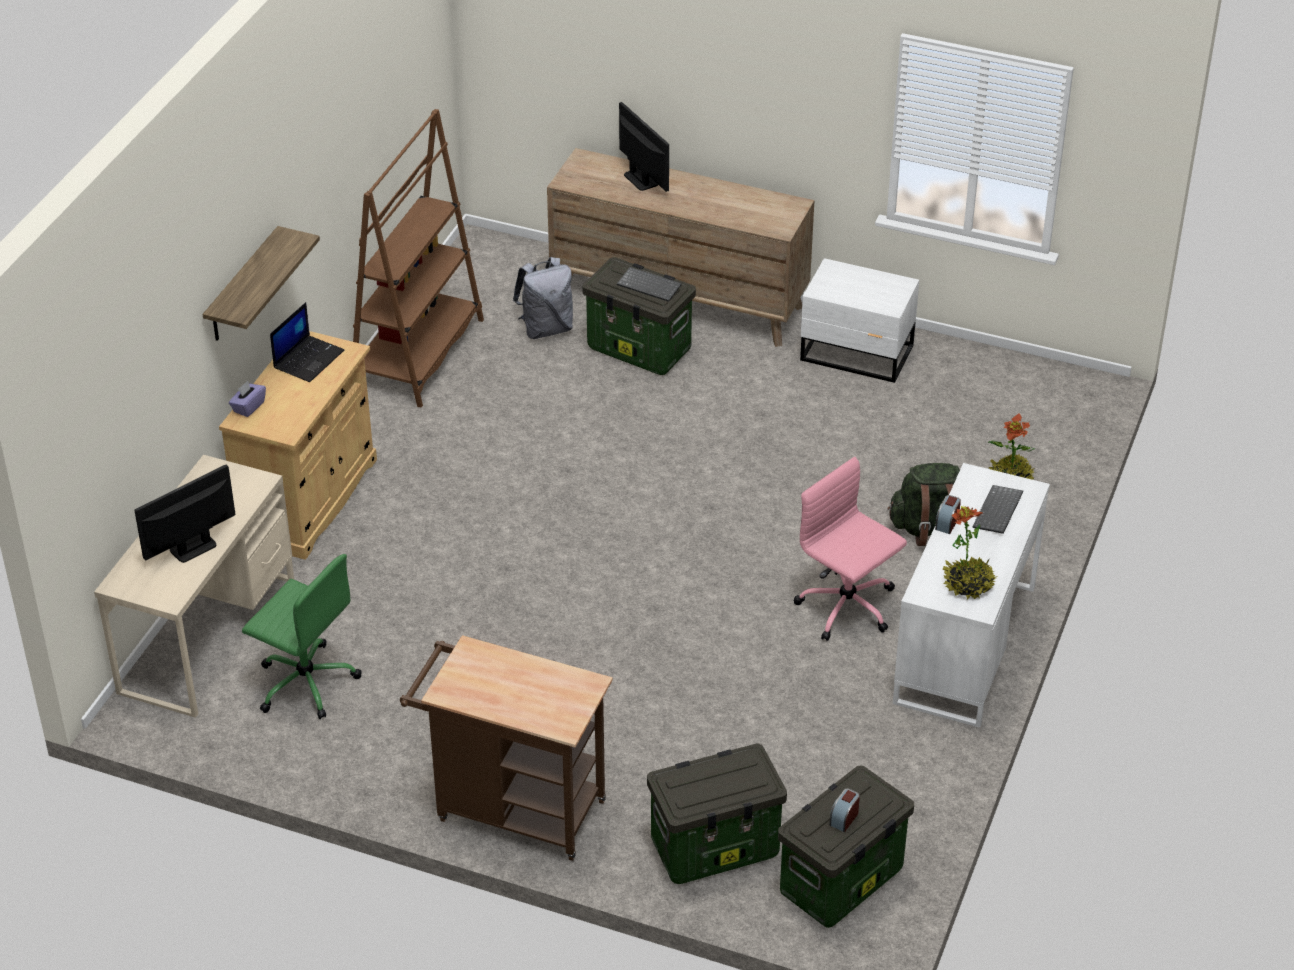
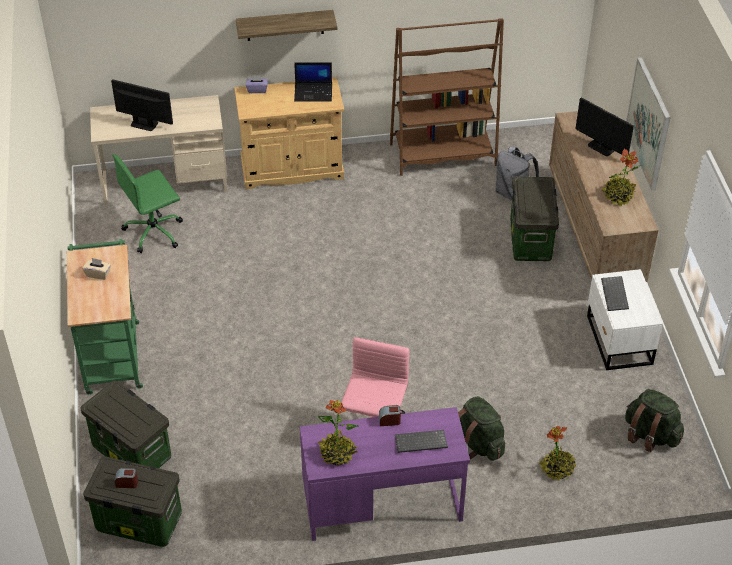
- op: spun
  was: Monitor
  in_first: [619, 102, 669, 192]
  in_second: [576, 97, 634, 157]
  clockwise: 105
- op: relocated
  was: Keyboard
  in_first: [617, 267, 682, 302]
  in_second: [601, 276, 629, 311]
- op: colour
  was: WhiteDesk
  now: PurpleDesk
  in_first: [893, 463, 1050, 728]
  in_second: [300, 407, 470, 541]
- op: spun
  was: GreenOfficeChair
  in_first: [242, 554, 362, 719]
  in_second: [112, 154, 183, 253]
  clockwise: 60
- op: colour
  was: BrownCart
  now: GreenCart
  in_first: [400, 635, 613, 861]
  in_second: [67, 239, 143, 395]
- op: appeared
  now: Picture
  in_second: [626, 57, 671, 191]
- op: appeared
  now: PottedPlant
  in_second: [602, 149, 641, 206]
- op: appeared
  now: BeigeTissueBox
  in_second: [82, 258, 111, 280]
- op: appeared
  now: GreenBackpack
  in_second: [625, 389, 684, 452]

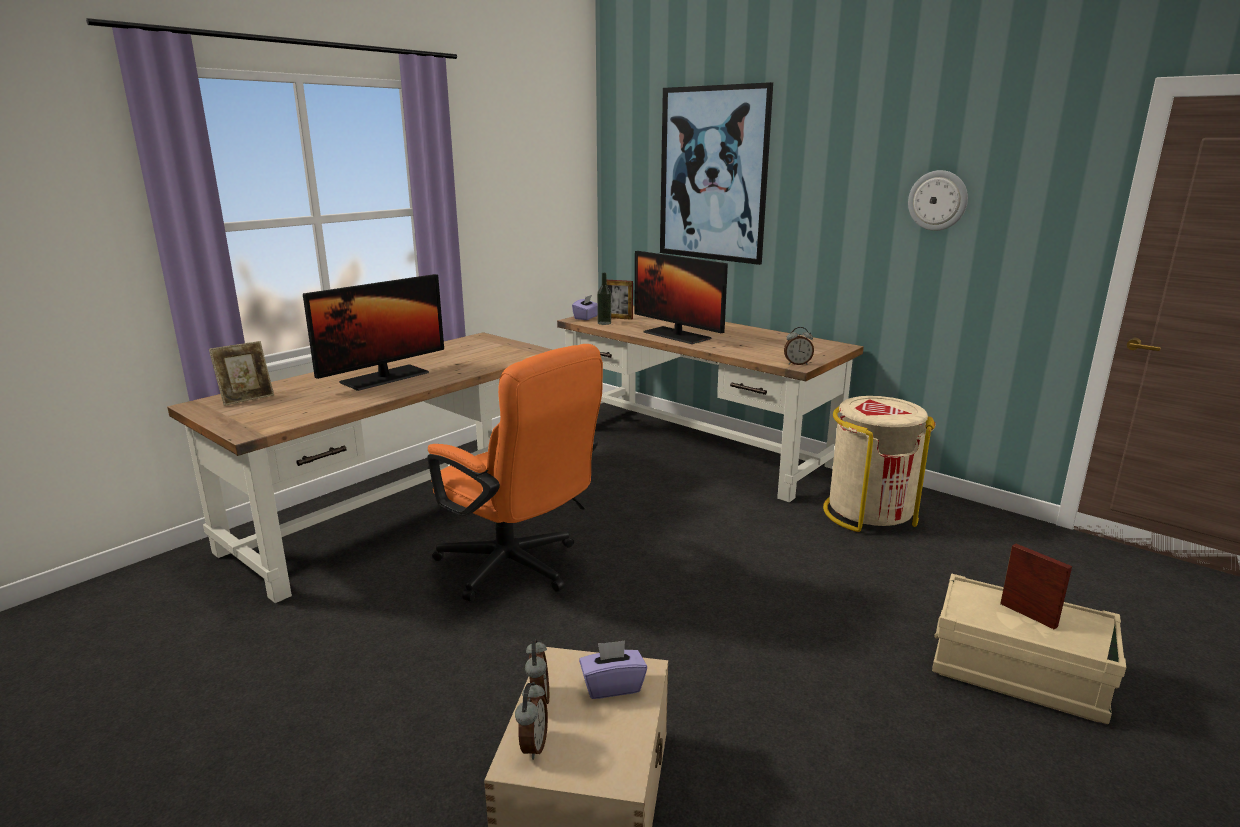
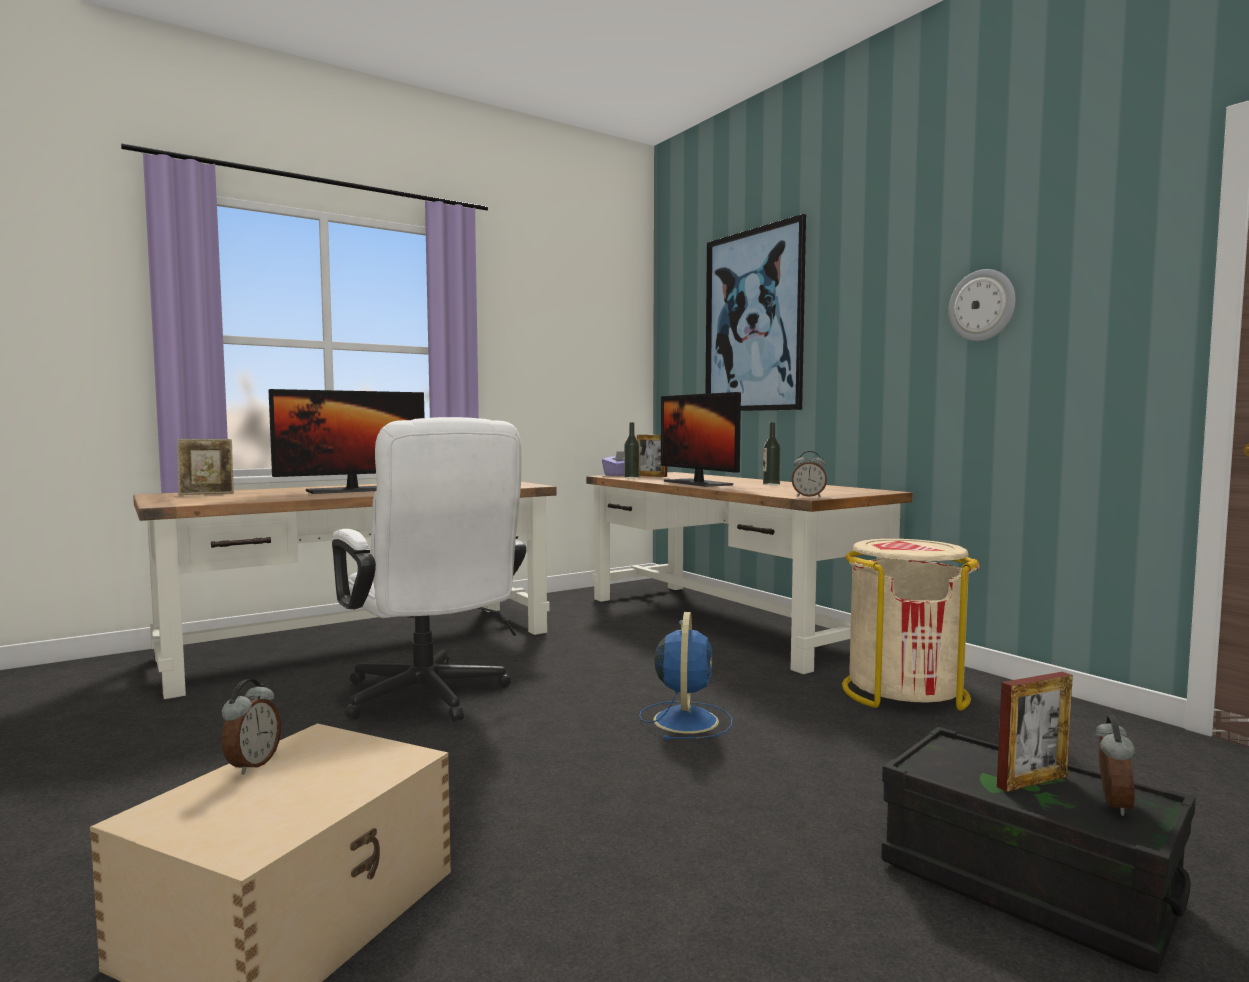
- op: colour
  was: OrangeOfficeChair
  now: WhiteOfficeChair
  in_first: [427, 344, 603, 602]
  in_second: [332, 417, 526, 722]
- op: spun
  was: PictureFrame
  in_first: [1000, 544, 1072, 630]
  in_second: [997, 672, 1073, 792]
  clockwise: 90
- op: colour
  was: BeigeStorageBox
  now: BlackStorageBox
  in_first: [932, 574, 1126, 724]
  in_second: [881, 727, 1196, 974]
- op: missing
  was: PurpleTissueBox
  in_first: [579, 640, 647, 699]
- op: relocated
  was: AlarmClock
  in_first: [515, 682, 548, 760]
  in_second: [1094, 716, 1135, 816]
- op: appeared
  now: Bottle
  in_second: [763, 422, 781, 485]
- op: appeared
  now: BlueFan
  in_second: [639, 612, 732, 740]

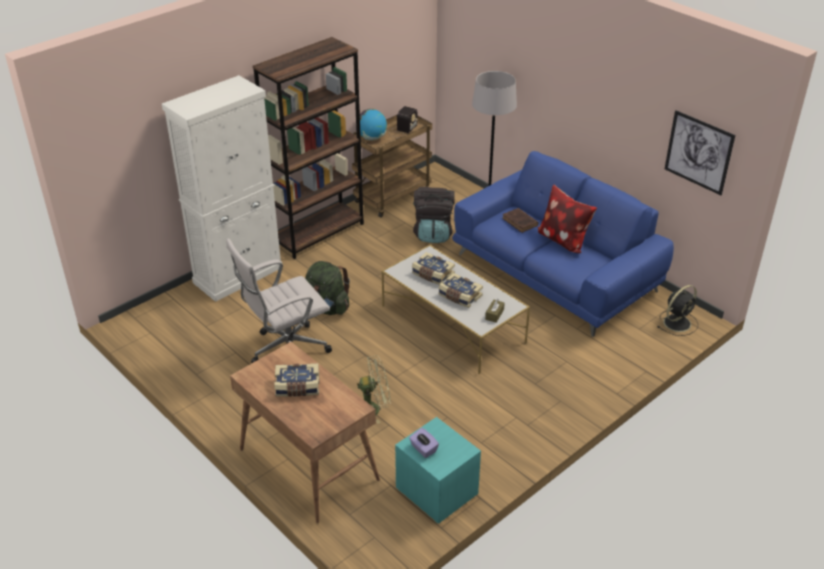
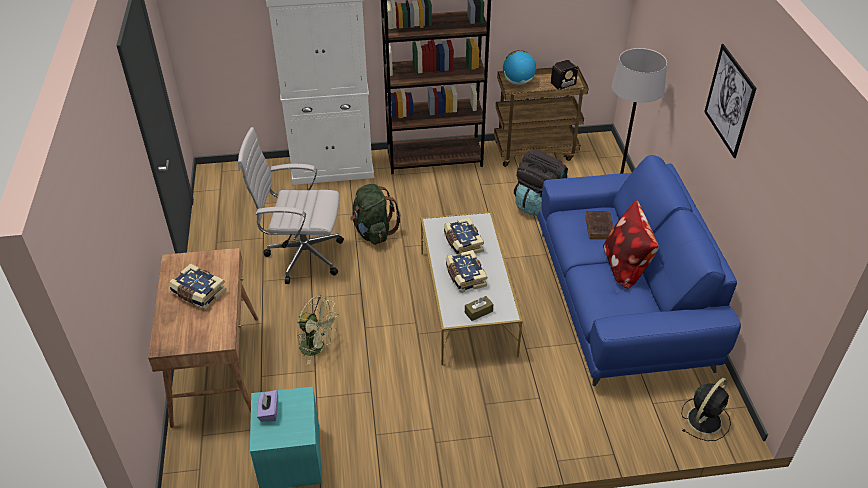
- op: relocated
  was: Picture
  in_first: [665, 110, 735, 195]
  in_second: [704, 44, 757, 158]
- op: spun
  was: BlackFan
  in_first: [658, 285, 698, 336]
  in_second: [682, 378, 731, 441]
  clockwise: -45

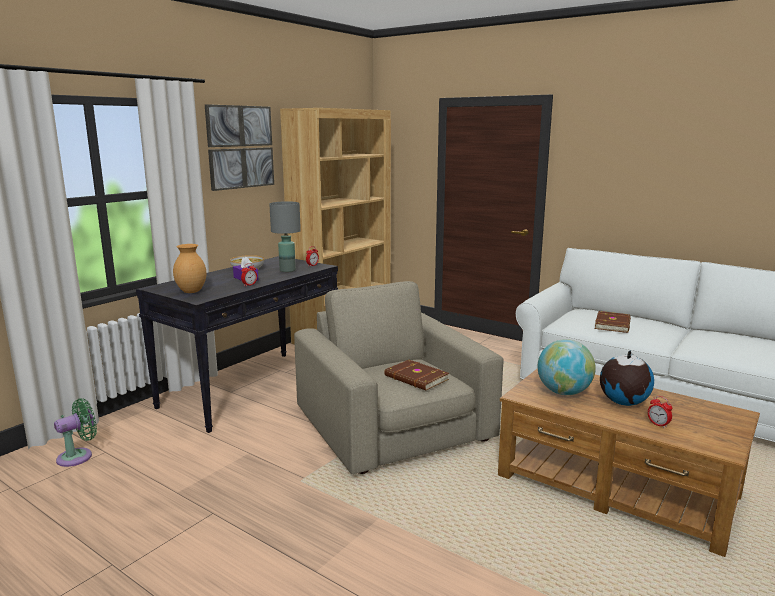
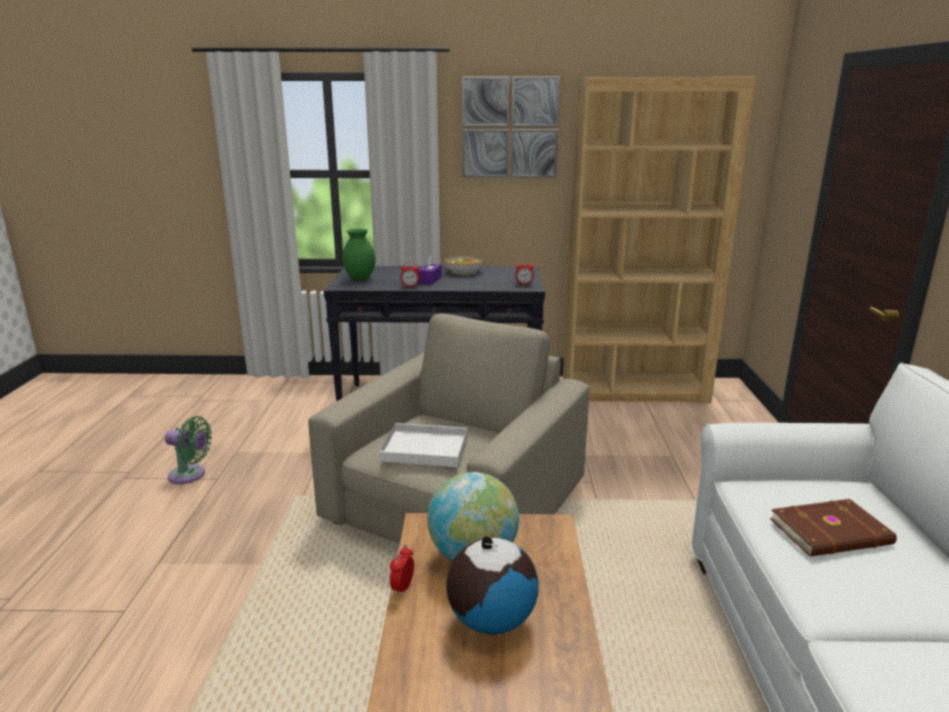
- op: missing
  was: GreyTableLamp
  in_first: [269, 201, 301, 272]
- op: colour
  was: BrownVase
  now: GreenVase
  in_first: [173, 244, 206, 293]
  in_second: [342, 229, 376, 280]
- op: exchanged
  was: BrownBook
  now: WhiteTray
  in_first: [384, 360, 449, 391]
  in_second: [379, 423, 468, 467]
- op: relocated
  was: AlarmClock
  in_first: [648, 396, 672, 428]
  in_second: [390, 545, 414, 596]
- op: relocated
  was: GreenFan
  in_first: [54, 398, 97, 467]
  in_second: [165, 416, 212, 484]

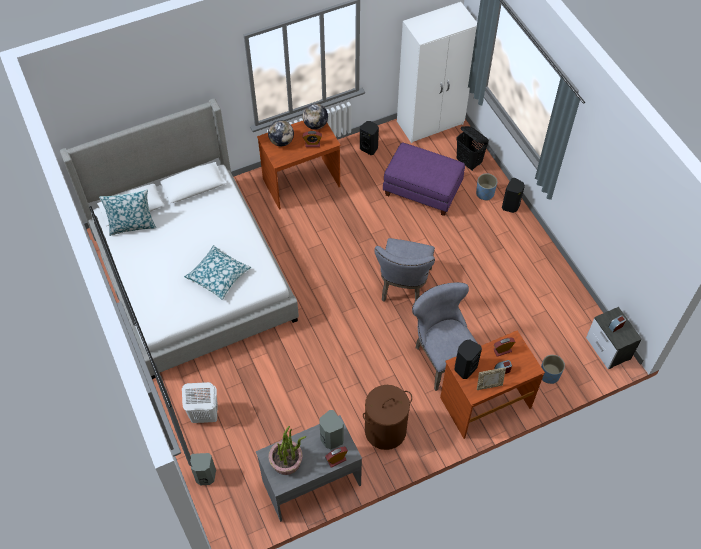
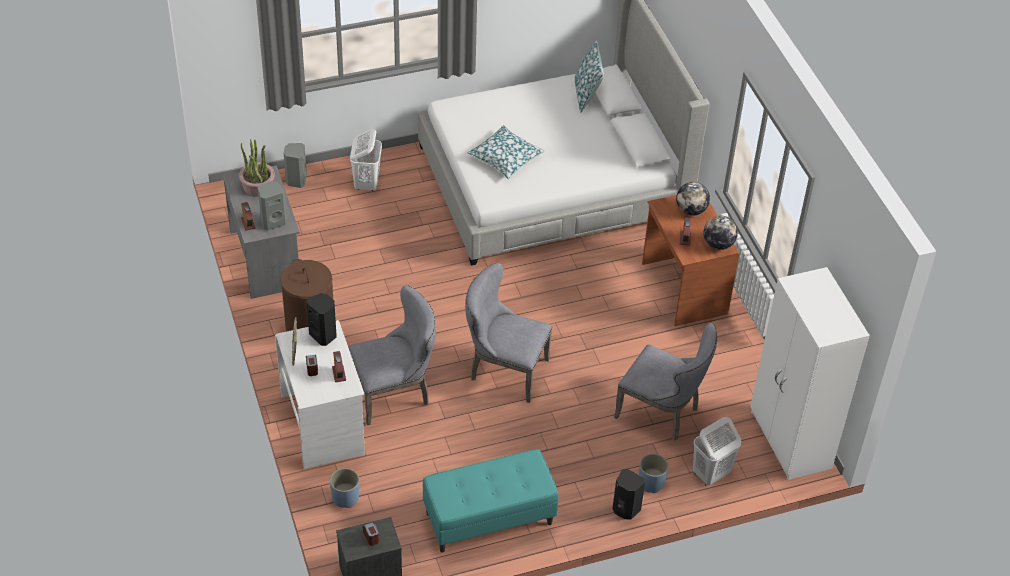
- op: missing
  was: BlackSpeaker
  in_first: [360, 121, 379, 155]
- op: colour
  was: BlackLaundryBasket
  now: WhiteLaundryBasket
  in_first: [456, 126, 489, 171]
  in_second: [693, 417, 741, 486]
- op: exchanged
  was: PurpleOttoman
  now: GreyChair
  in_first: [383, 143, 465, 216]
  in_second: [614, 323, 717, 441]
- op: colour
  was: BrownDesk
  now: WhiteDesk
  in_first: [440, 330, 545, 439]
  in_second: [275, 320, 365, 469]
- op: appeared
  now: TurquoiseBench
  in_second: [423, 449, 559, 553]

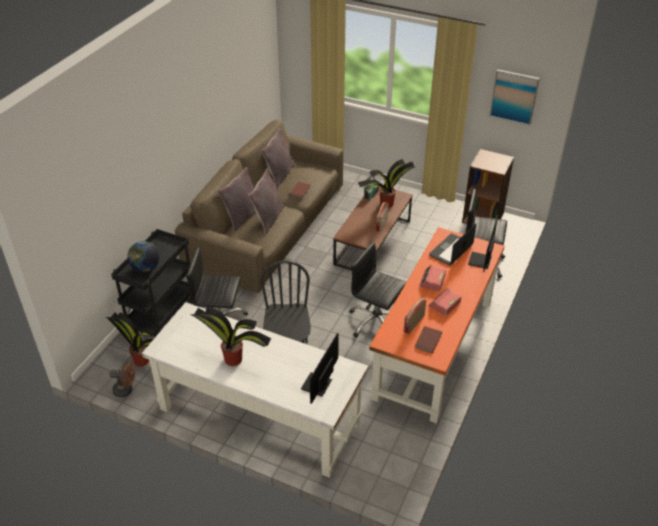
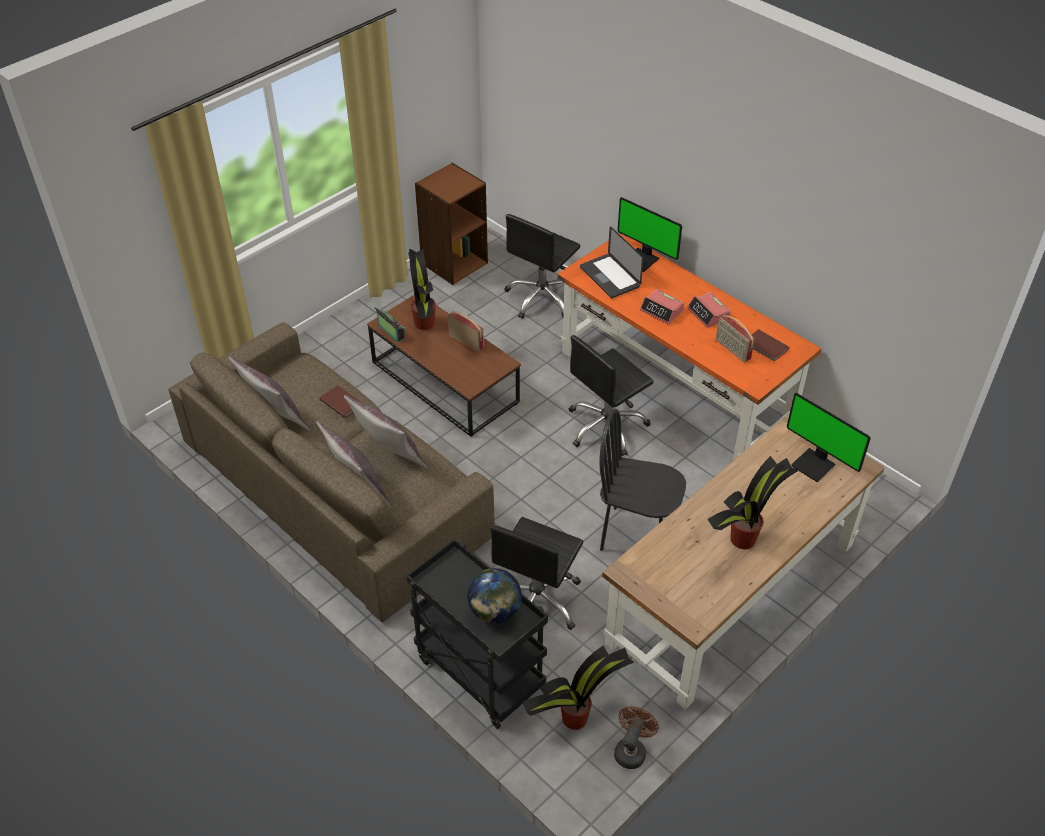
- op: missing
  was: Picture
  in_first: [489, 69, 540, 126]
- op: colour
  was: WhiteDesk
  now: BrownDesk
  in_first: [142, 303, 368, 478]
  in_second: [602, 413, 885, 710]

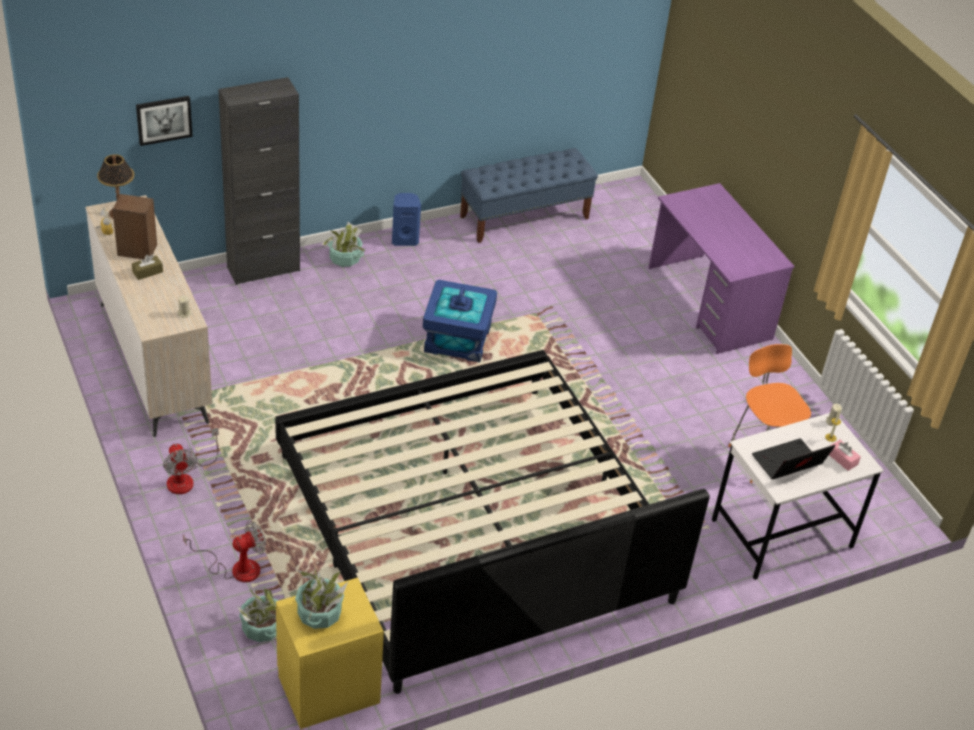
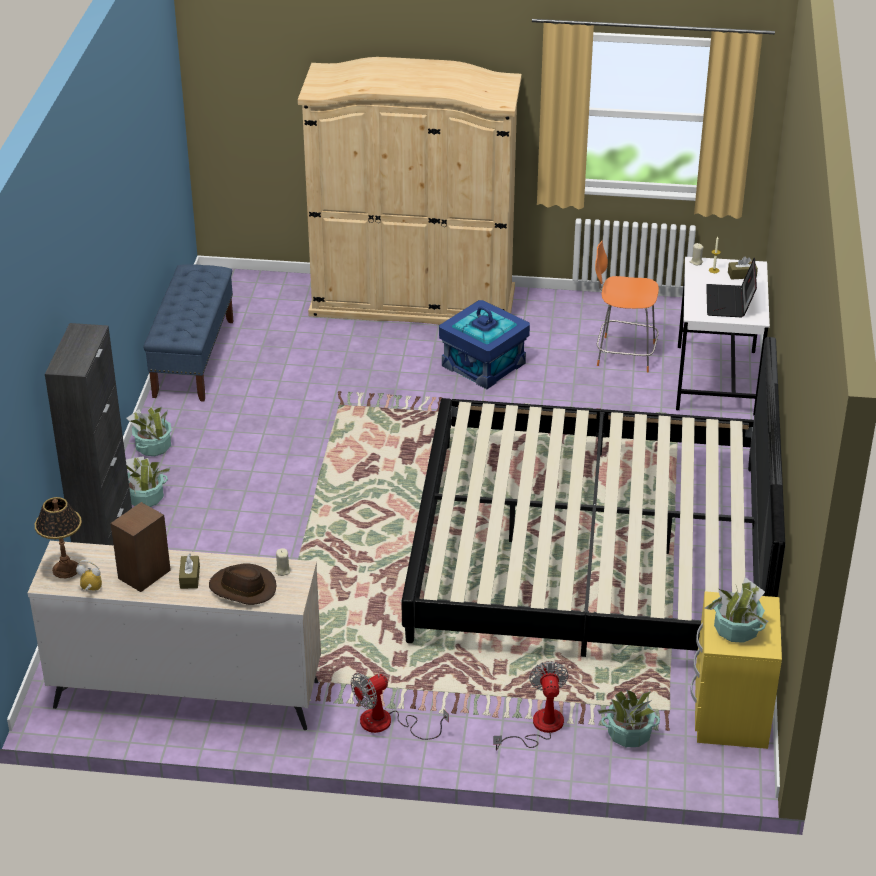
- op: missing
  was: Picture
  in_first: [136, 96, 193, 146]
- op: exchanged
  was: PurpleDesk
  now: BeigeWardrobe
  in_first: [648, 183, 795, 354]
  in_second: [298, 57, 522, 325]
- op: exchanged
  was: BlueSpeaker
  now: PottedPlant
  in_first: [392, 193, 421, 246]
  in_second: [126, 406, 172, 456]
- op: relocated
  was: BlueStorageBox
  in_first: [423, 280, 497, 362]
  in_second: [439, 300, 530, 389]
- op: spun
  was: Fan
  in_first: [163, 428, 219, 494]
  in_second: [351, 673, 449, 740]
  clockwise: 135
- op: colour
  was: PinkTissueBox
  now: BrownTissueBox
  in_first: [829, 440, 861, 471]
  in_second: [728, 256, 758, 280]
- op: appeared
  now: BrownHat
  in_second: [209, 564, 276, 605]

